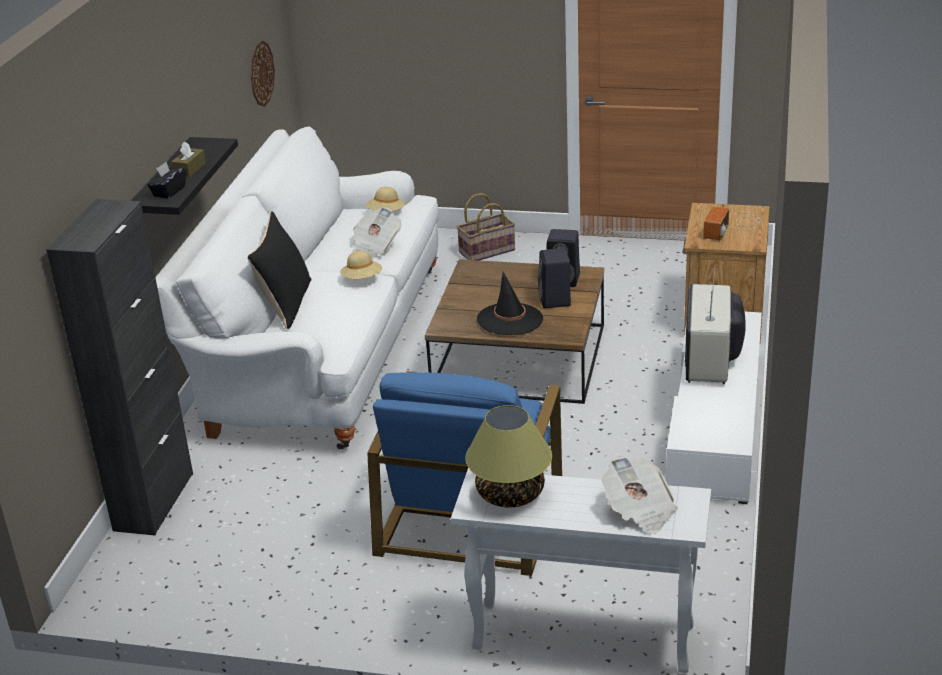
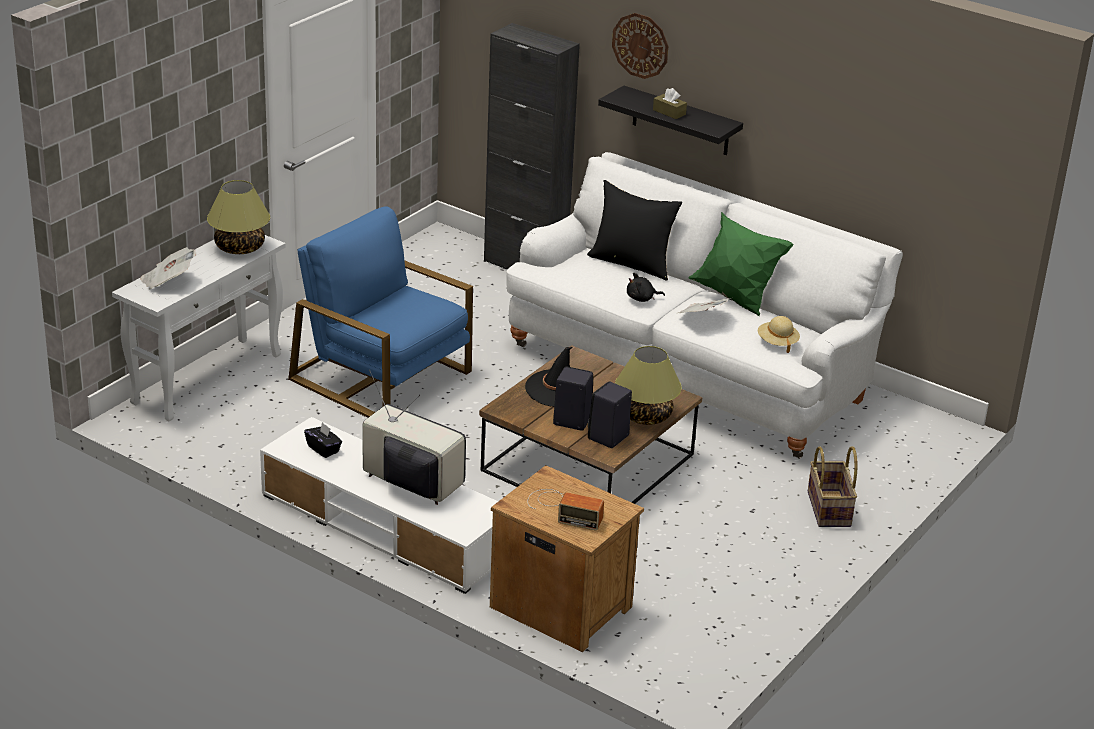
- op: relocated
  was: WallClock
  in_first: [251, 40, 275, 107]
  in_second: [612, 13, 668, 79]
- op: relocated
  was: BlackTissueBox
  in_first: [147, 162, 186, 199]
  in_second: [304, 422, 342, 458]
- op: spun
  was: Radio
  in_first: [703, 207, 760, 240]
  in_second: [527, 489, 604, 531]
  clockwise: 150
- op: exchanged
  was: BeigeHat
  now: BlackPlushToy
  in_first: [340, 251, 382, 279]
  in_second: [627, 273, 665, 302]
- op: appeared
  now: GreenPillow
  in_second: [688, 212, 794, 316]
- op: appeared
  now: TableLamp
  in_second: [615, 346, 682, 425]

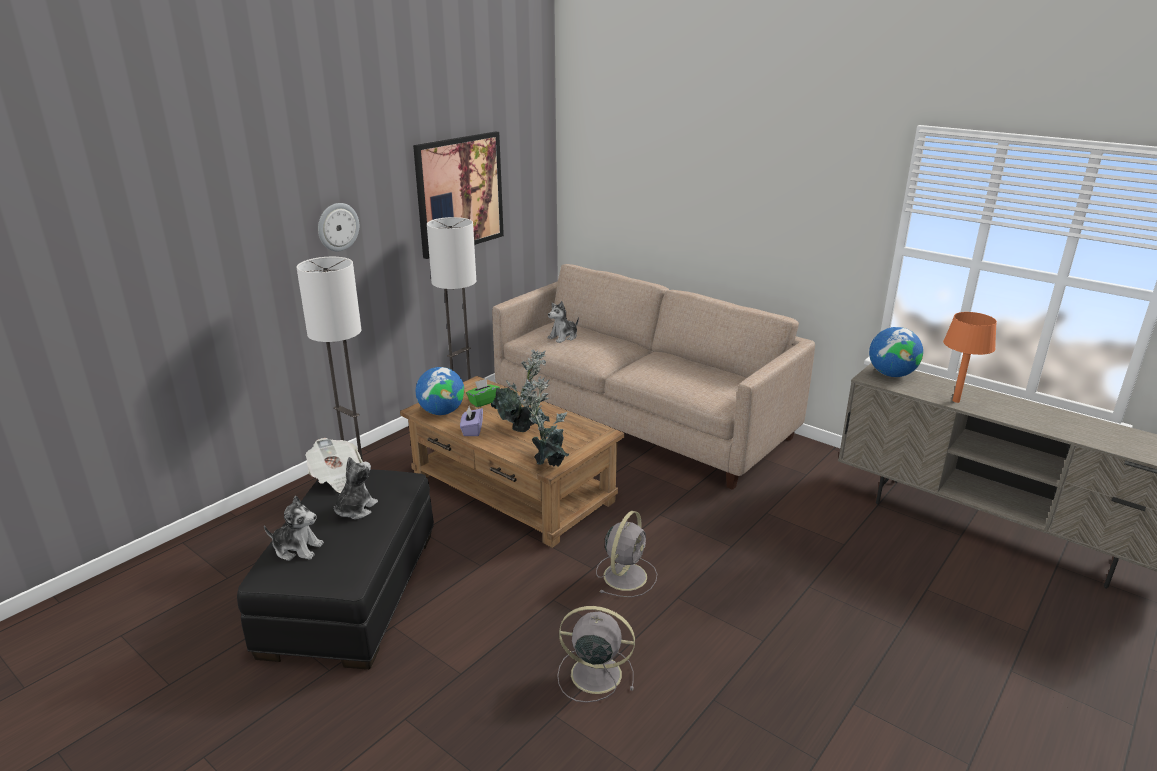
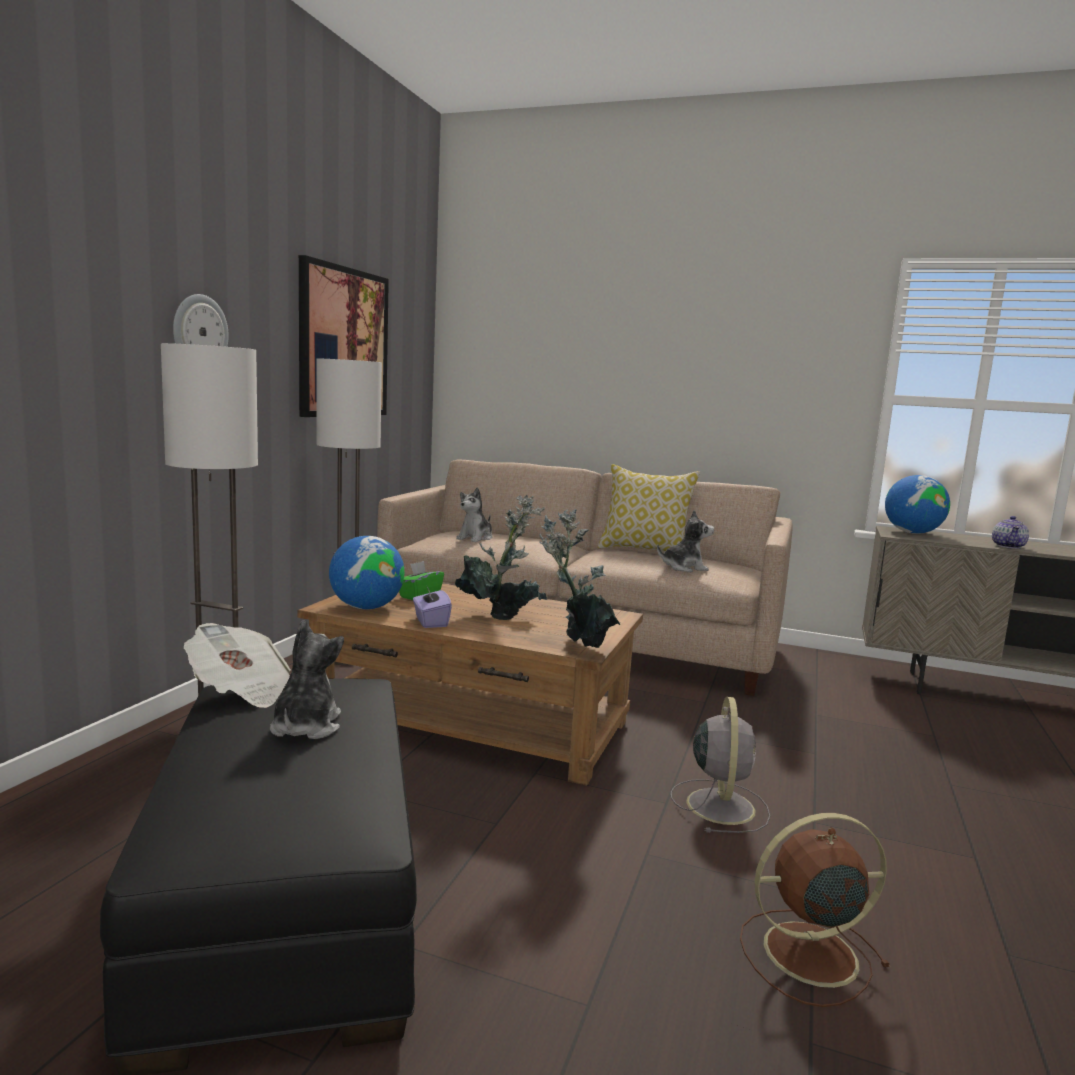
- op: exchanged
  was: OrangeTableLamp
  now: Teapot
  in_first: [943, 312, 997, 403]
  in_second: [992, 516, 1029, 549]
- op: relocated
  was: PlushToy
  in_first: [264, 496, 324, 561]
  in_second: [657, 510, 714, 572]
- op: colour
  was: GreyFan
  now: BrownFan
  in_first: [557, 606, 635, 703]
  in_second: [740, 813, 890, 1007]
- op: appeared
  now: Pillow
  in_second: [598, 464, 700, 552]

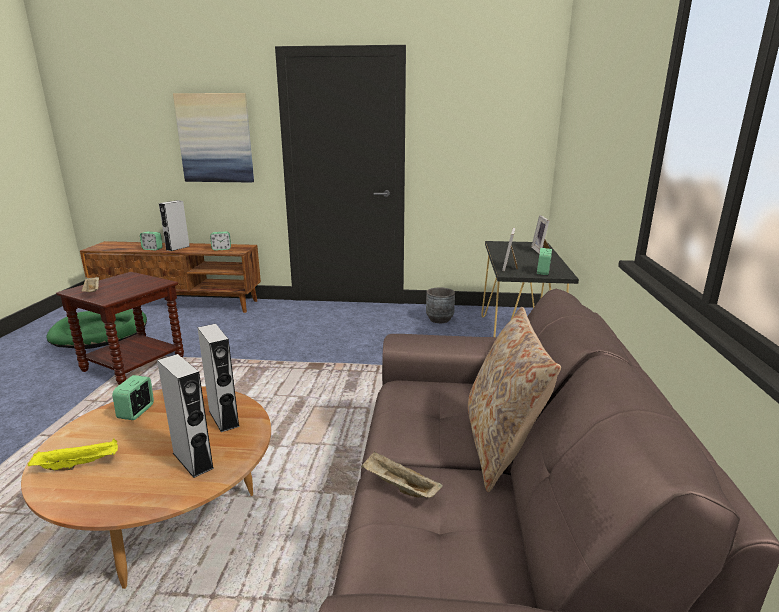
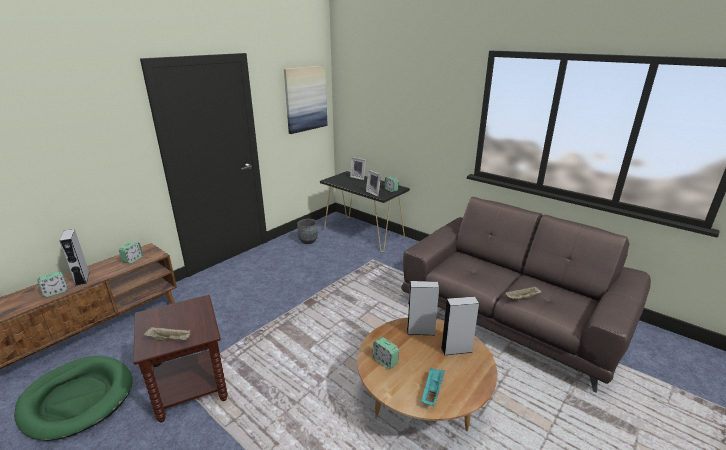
- op: relocated
  was: Picture
  in_first: [173, 93, 254, 182]
  in_second: [284, 66, 328, 134]
- op: missing
  was: BeigePillow
  in_first: [468, 307, 561, 492]
- op: colour
  was: YellowTray
  now: TurquoiseTray
  in_first: [28, 439, 118, 471]
  in_second: [421, 368, 445, 406]

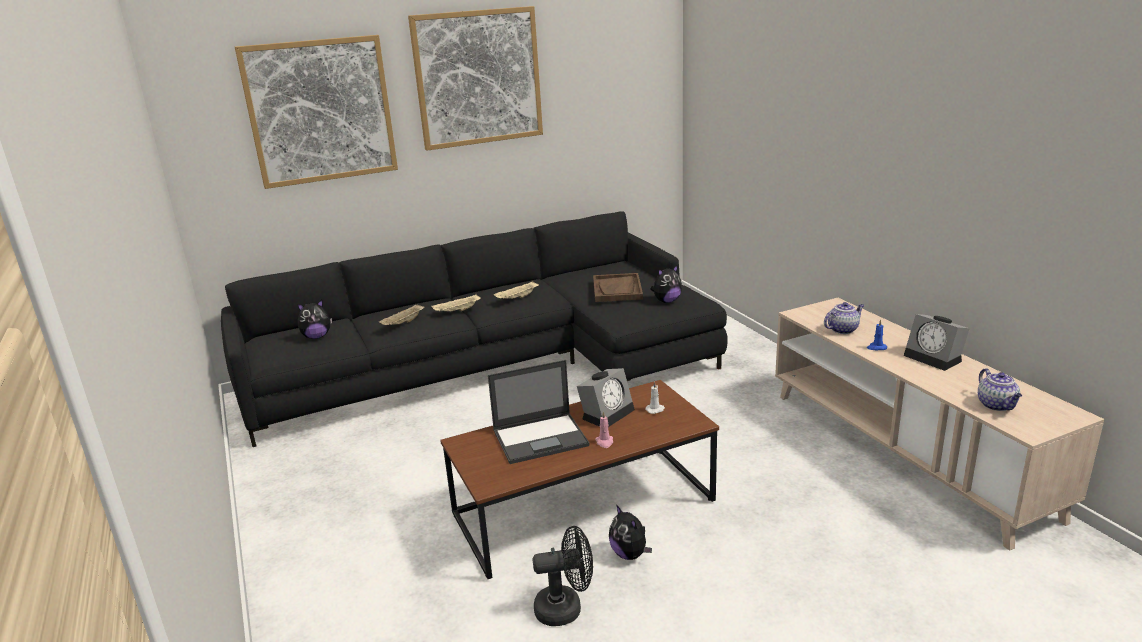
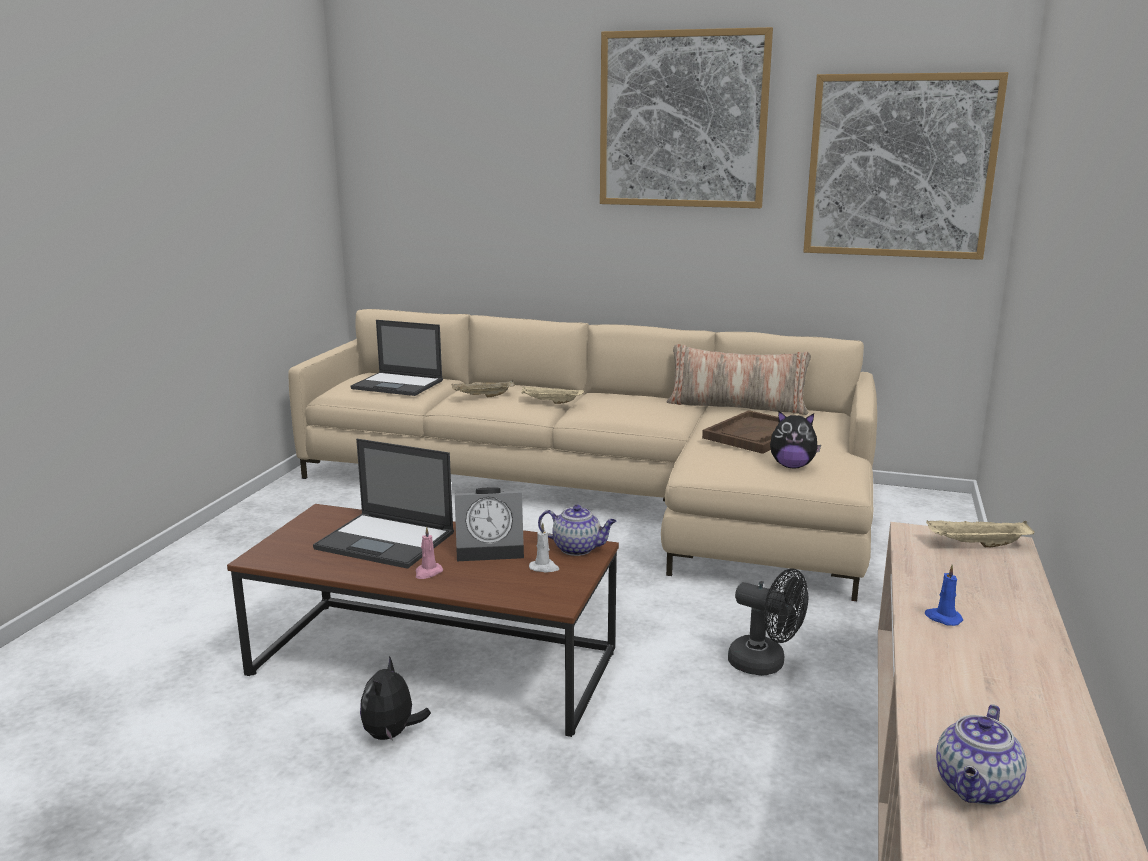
- op: relocated
  was: Picture
  in_first: [235, 35, 398, 189]
  in_second: [803, 72, 1008, 260]
- op: colour
  was: BlackSofa
  now: BeigeSofa
  in_first: [221, 211, 728, 447]
  in_second: [288, 309, 877, 601]
- op: relocated
  was: BeigeTray
  in_first: [494, 281, 539, 299]
  in_second: [926, 519, 1035, 547]
- op: exchanged
  was: PlushToy
  now: Laptop
  in_first: [298, 300, 332, 339]
  in_second: [350, 320, 443, 396]
- op: relocated
  was: Teapot
  in_first: [824, 302, 864, 334]
  in_second: [538, 505, 617, 556]
- op: missing
  was: AlarmClock
  in_first: [904, 314, 970, 371]
- op: relocated
  was: BlackFan
  in_first: [533, 526, 593, 626]
  in_second: [728, 568, 808, 676]
- op: appeared
  now: Pillow
  in_second: [667, 344, 811, 415]

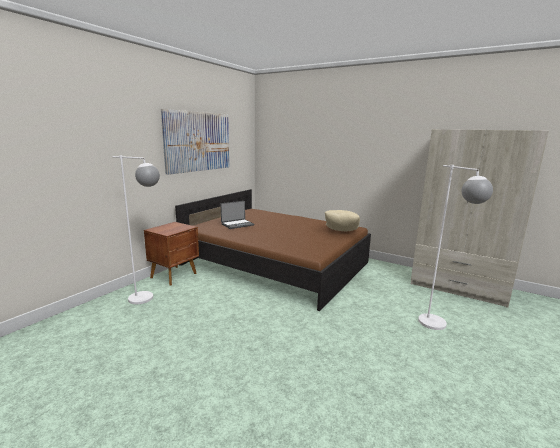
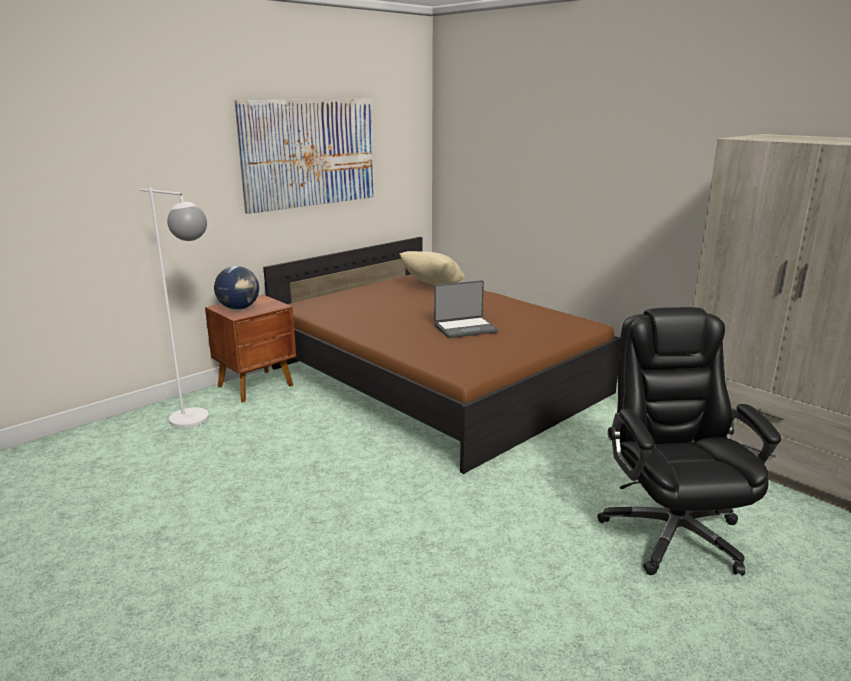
- op: exchanged
  was: WhiteFloorLamp
  now: BlackOfficeChair
  in_first: [418, 165, 493, 330]
  in_second: [598, 307, 781, 575]
- op: relocated
  was: Laptop
  in_first: [221, 201, 254, 229]
  in_second: [434, 280, 498, 338]
- op: relocated
  was: BeigePillow
  in_first: [325, 210, 360, 231]
  in_second: [399, 251, 465, 285]
- op: appeared
  now: Globe
  in_second: [214, 266, 259, 310]

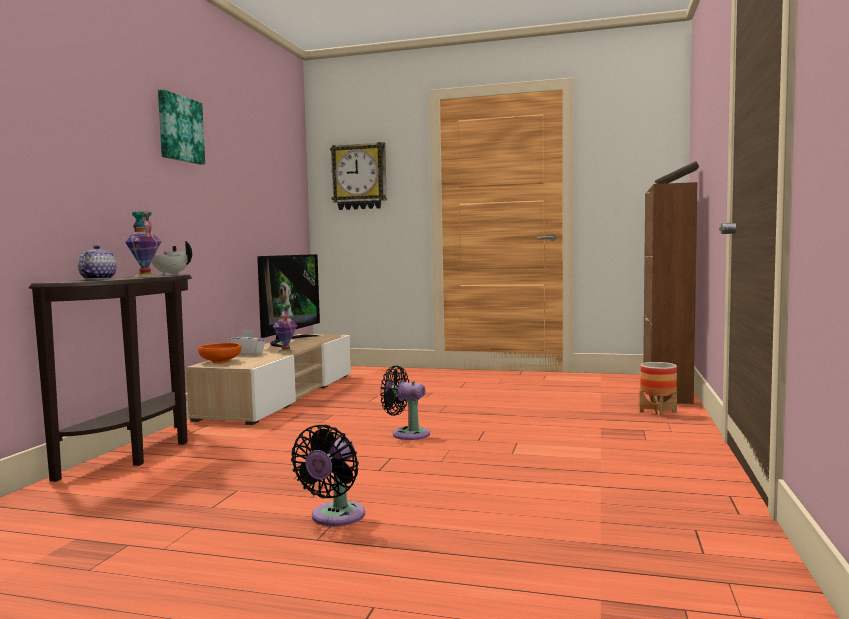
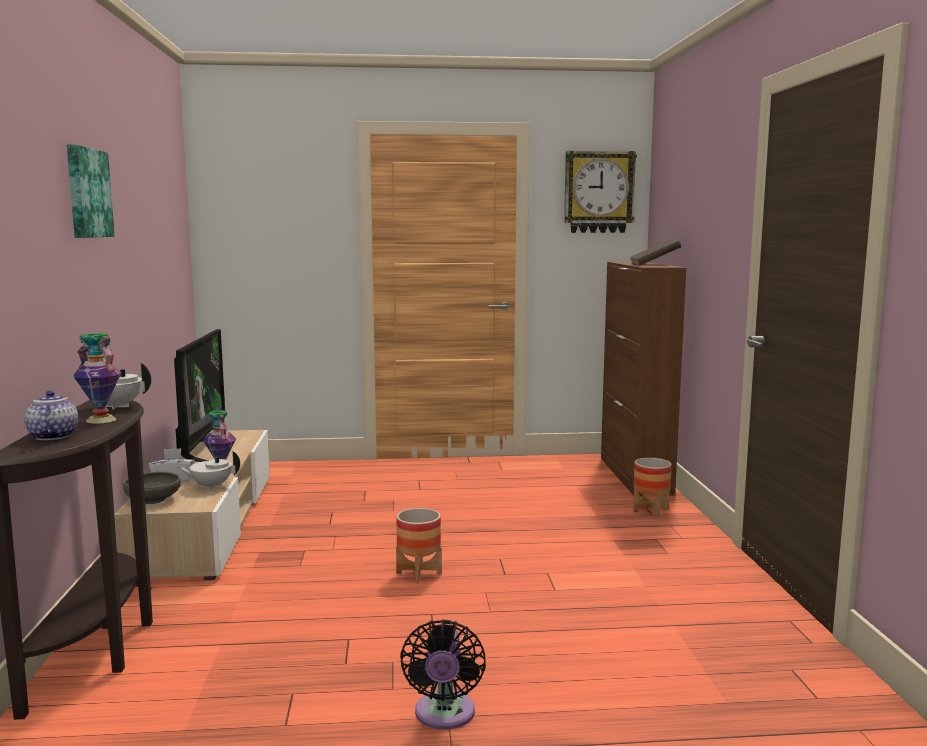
- op: relocated
  was: WallClock
  in_first: [330, 142, 387, 210]
  in_second: [564, 151, 637, 233]
- op: colour
  was: OrangeBowl
  now: GreyBowl
  in_first: [198, 343, 241, 364]
  in_second: [123, 471, 181, 504]
- op: exchanged
  was: BlackFan
  now: Planter
  in_first: [380, 366, 430, 440]
  in_second: [396, 508, 442, 583]
- op: appeared
  now: WhiteTeapot
  in_second: [177, 451, 240, 490]

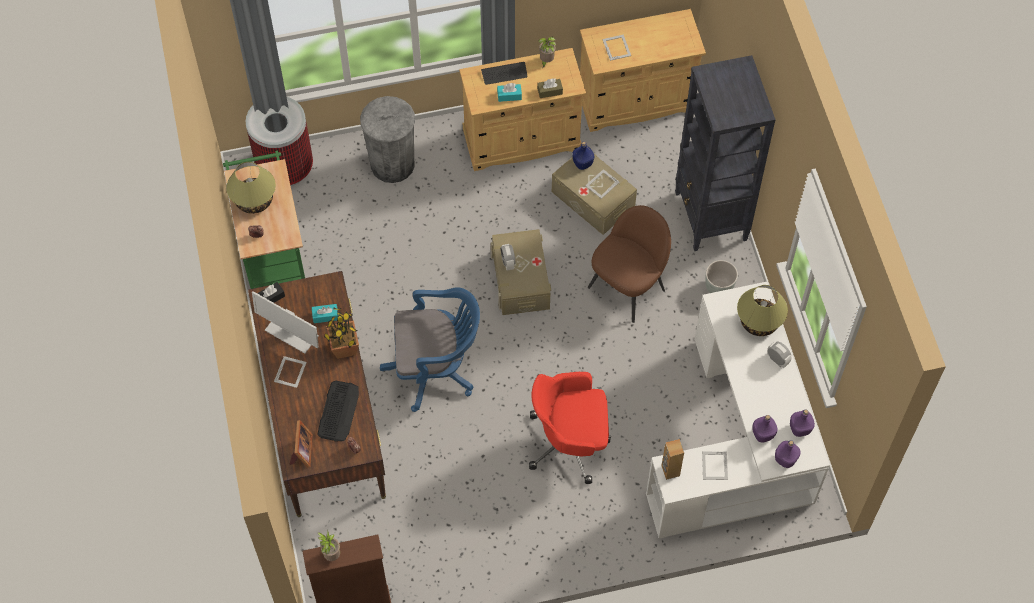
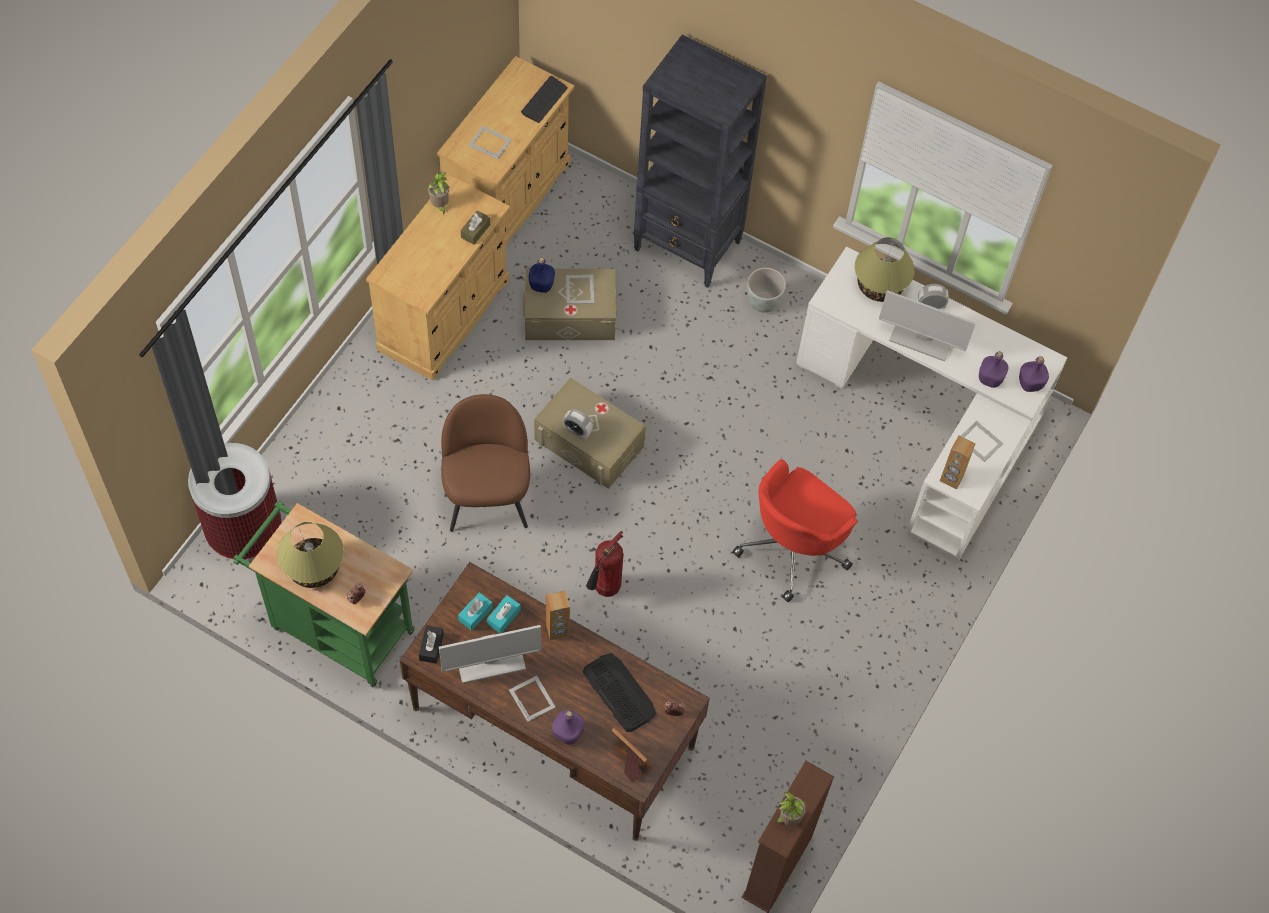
- op: relocated
  was: Keyboard
  in_first: [481, 62, 528, 85]
  in_second: [521, 76, 568, 123]
- op: relocated
  was: TurquoiseTissueBox
  in_first: [497, 83, 522, 102]
  in_second: [458, 592, 493, 631]
- op: missing
  was: GreyTrashCan
  in_first: [360, 96, 415, 183]
- op: relocated
  was: BrownChair
  in_first: [588, 205, 671, 323]
  in_second: [441, 394, 530, 532]
- op: exchanged
  was: BlueOfficeChair
  now: FireExtinguisher
  in_first: [380, 287, 480, 412]
  in_second: [586, 531, 623, 597]
- op: exchanged
  was: PottedPlant
  now: BrownSpeaker
  in_first: [324, 308, 359, 359]
  in_second: [546, 591, 570, 640]
- op: relocated
  was: PurpleBottle
  in_first: [790, 409, 815, 437]
  in_second: [552, 710, 585, 745]
- op: appeared
  now: Monitor
  in_second: [879, 290, 976, 362]

